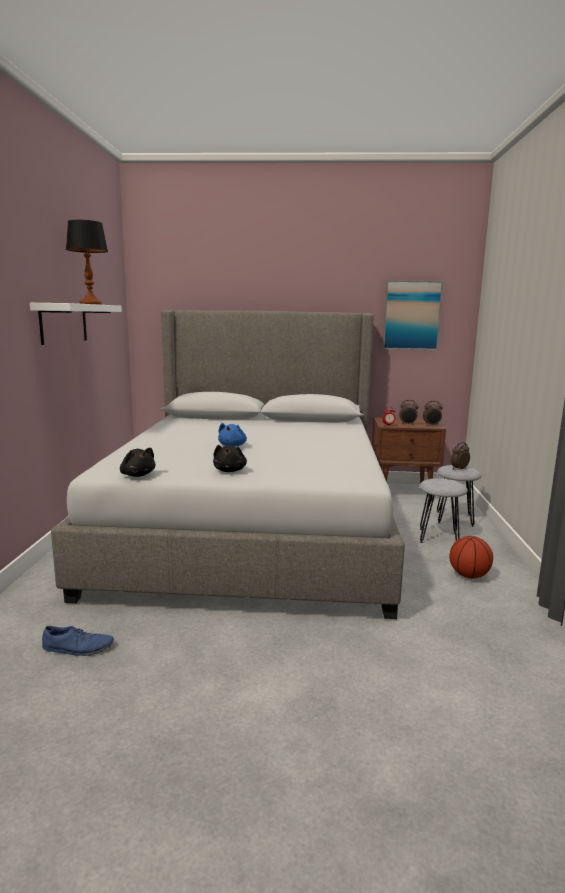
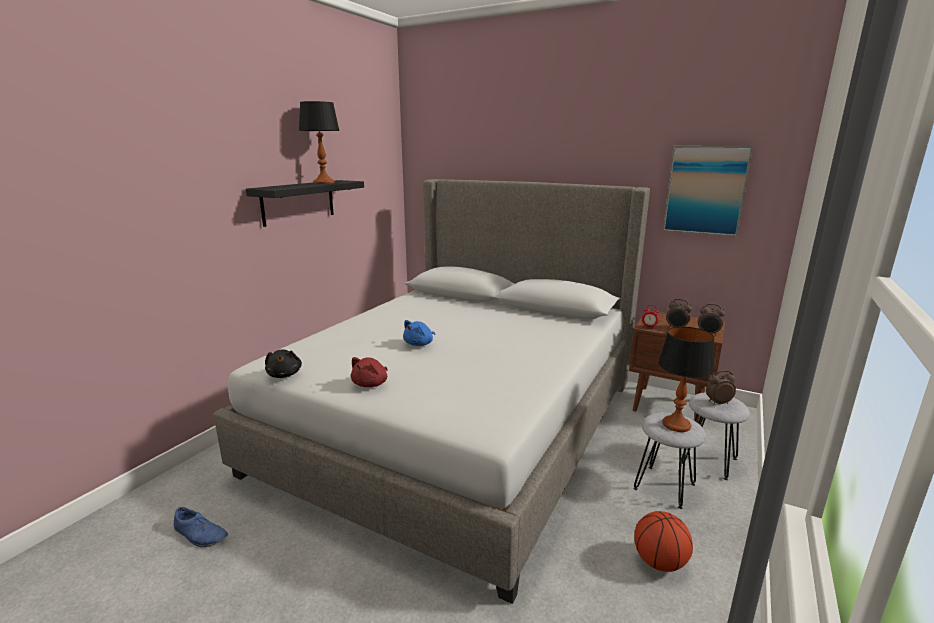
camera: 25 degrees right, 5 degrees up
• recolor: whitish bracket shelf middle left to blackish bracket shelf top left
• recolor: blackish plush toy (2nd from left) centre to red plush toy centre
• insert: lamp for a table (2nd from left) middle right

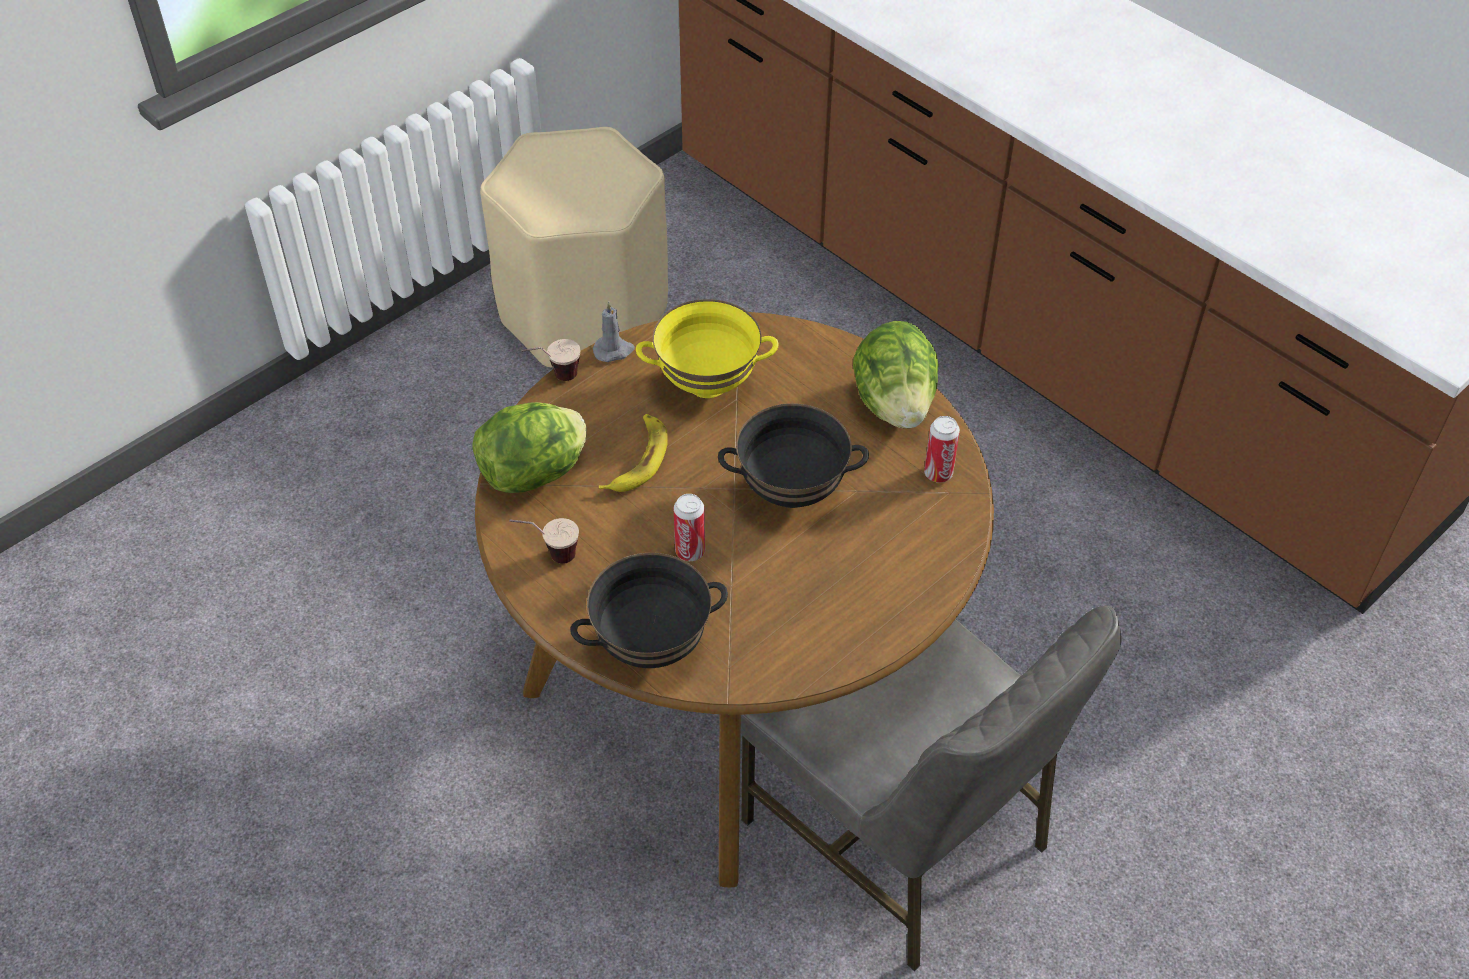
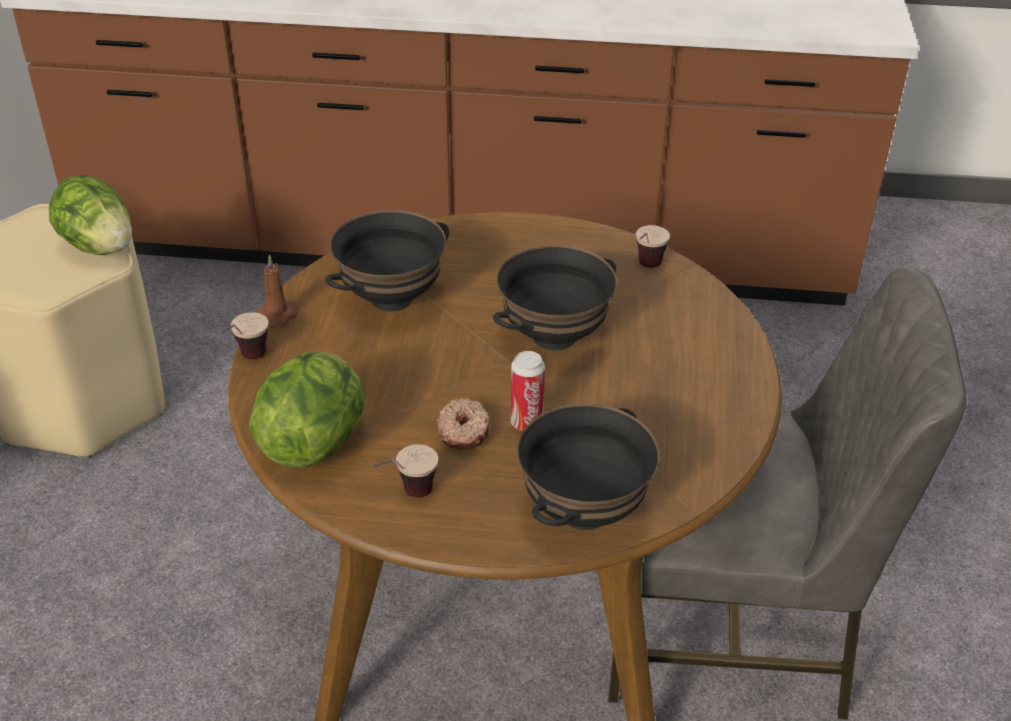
camera: 40 degrees left, 10 degrees down
• move: head of lettuce (2nd from left in the first image) centre to head of lettuce (1st from left) top left
• recolor: grey wax light centre to brown wax light middle left
• recolor: yellow bowl centre to blackish bowl (1st from left) centre
• insert: ring doughnut centre
• replace: can (2nd from left) centre to cup (3rd from left) centre
• delete: whole banana centre

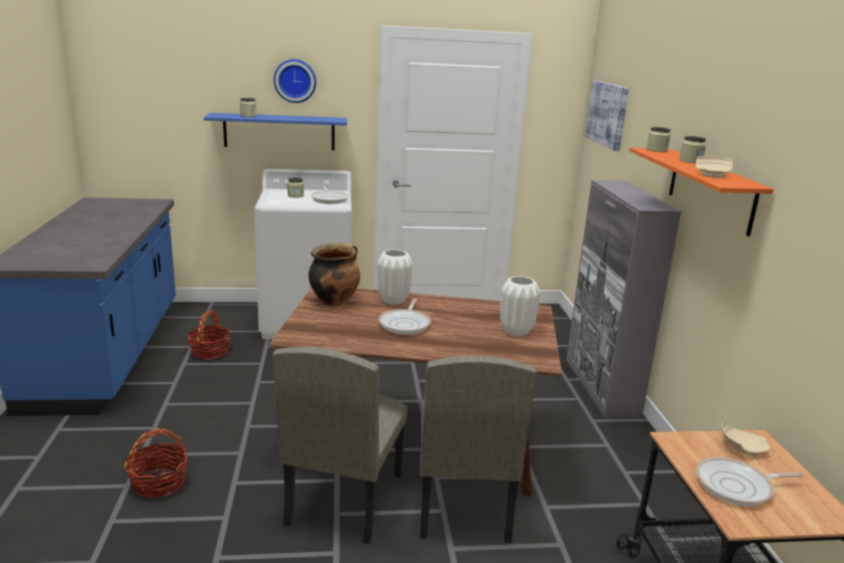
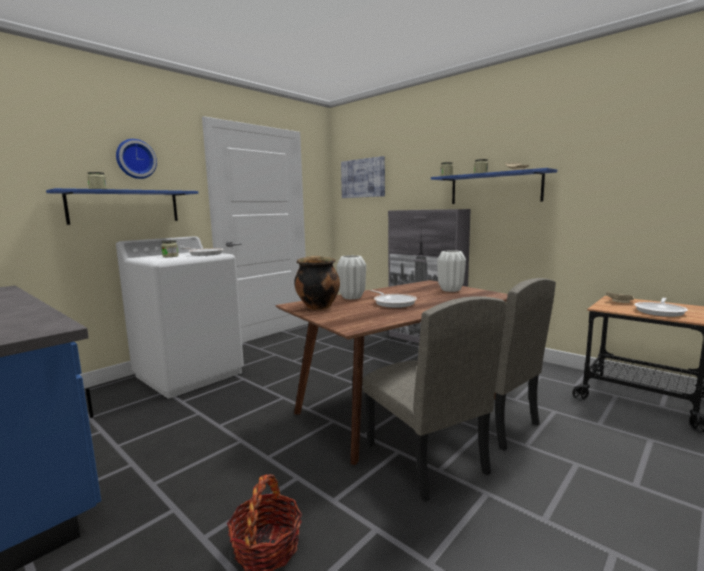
camera: 40 degrees left, 10 degrees down
• recolor: orange bracket shelf middle right to blue bracket shelf (2nd from left) top right
• delete: storage basket (2nd from left) middle left

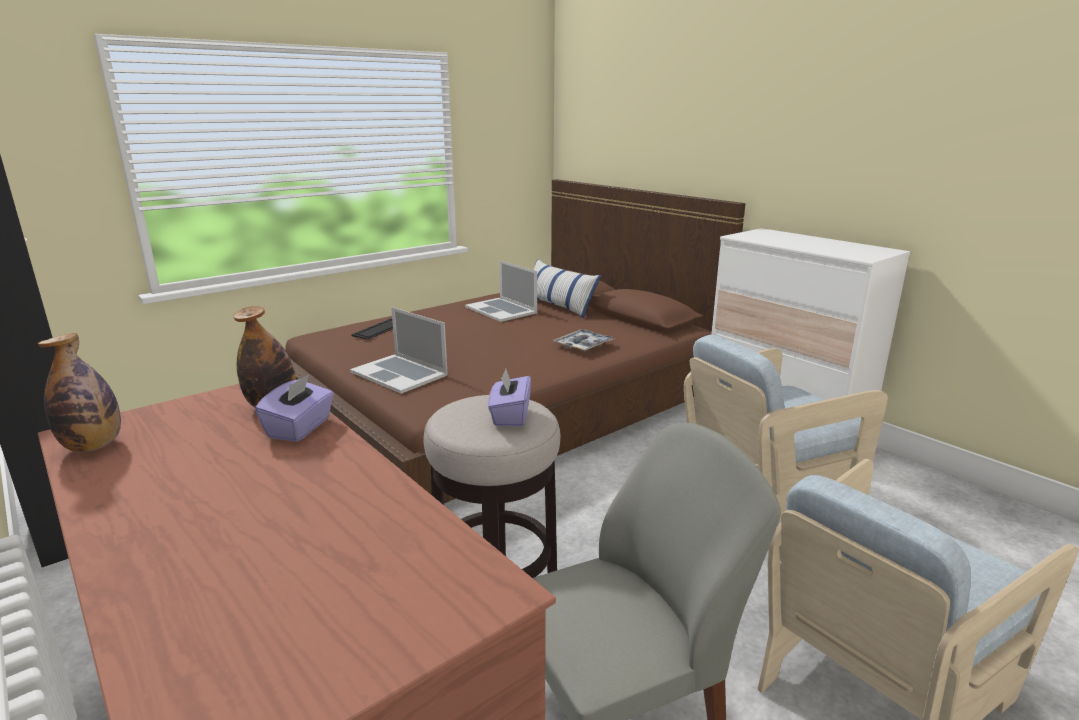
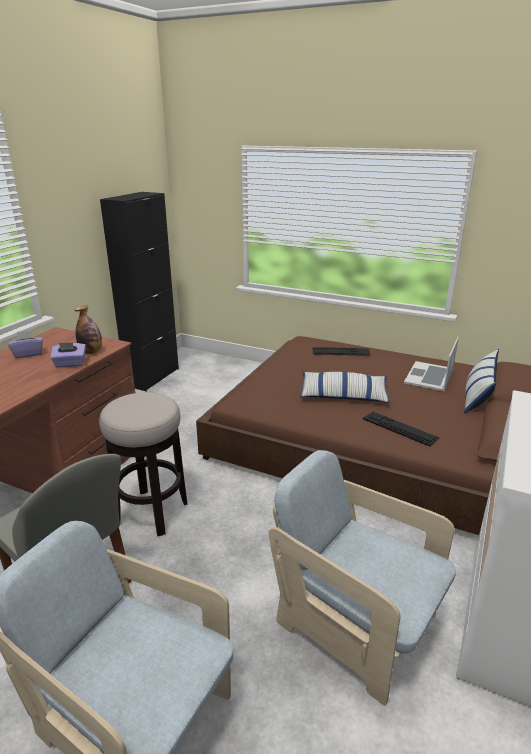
camera: 65 degrees right, 5 degrees up
• move: purple-coloured tissue box (2nd from left in the first image) centre to purple-coloured tissue box (1st from left) middle left
• insert: throw pillow (1st from left) centre
• replace: carrying tray centre to computer keyboard (2nd from left) middle right
• delete: beverage bottle (1st from left) middle left
• delete: notebook computer (1st from left) centre

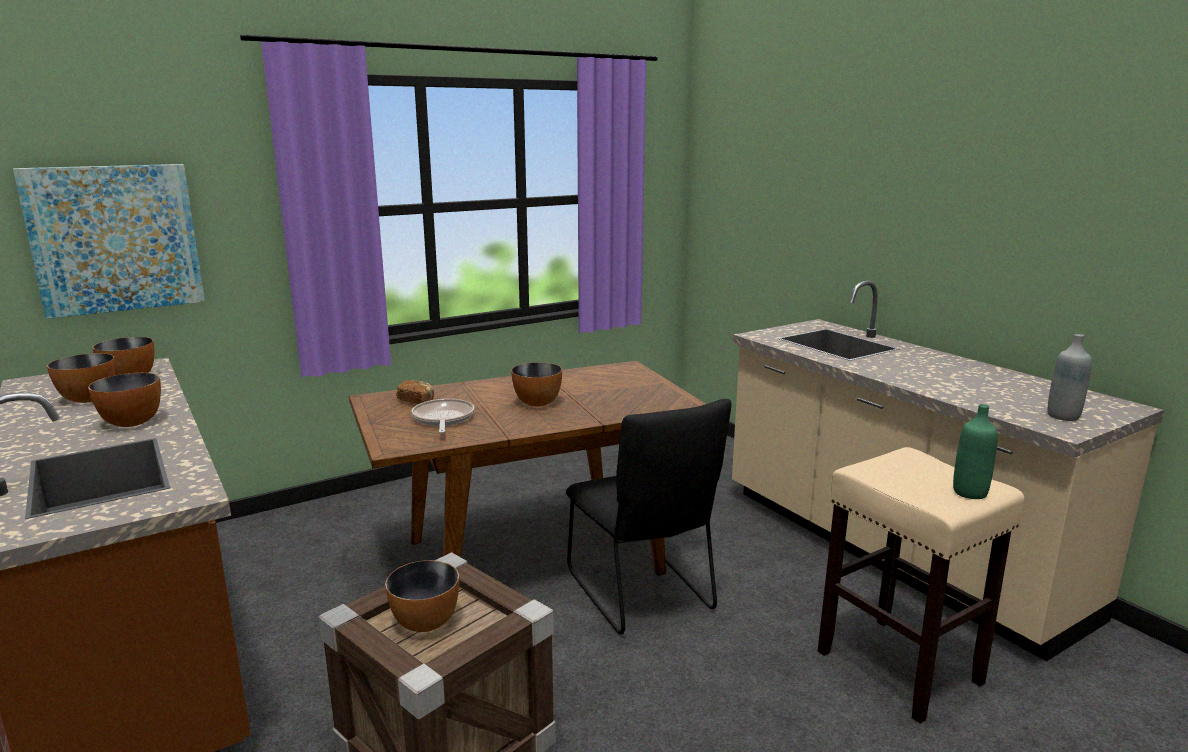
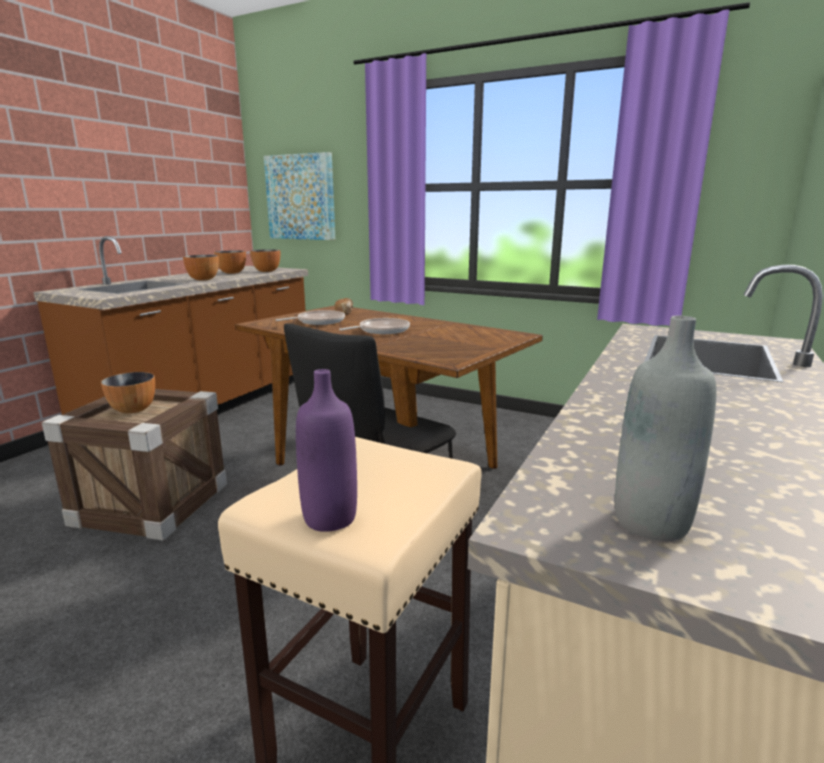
camera: 60 degrees right, 0 degrees up
• recolor: greenish beverage bottle middle right to purple-coloured beverage bottle centre
• replace: bowl (5th from left) centre to pan (2nd from left) centre

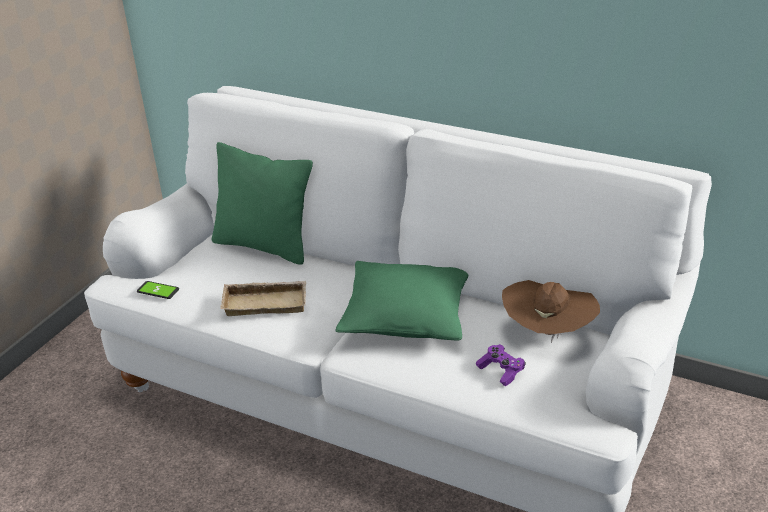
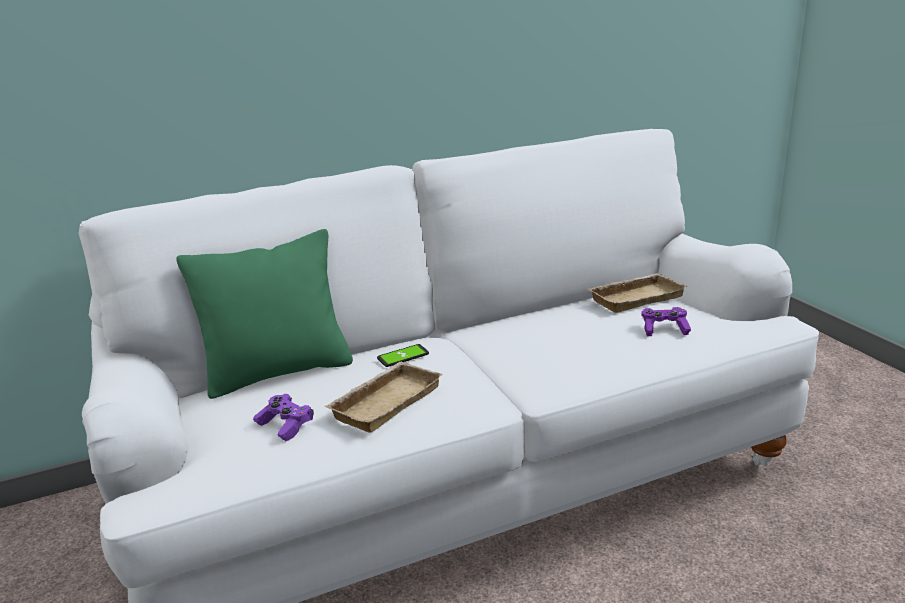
camera: 50 degrees left, 10 degrees down
• insert: purple-coloured gamepad (1st from left) bottom left
• move: handset middle left to centre
• replace: brown hat middle right to beige-coloured carrying tray (2nd from left) middle right
• delete: greenish throw pillow (2nd from left) centre

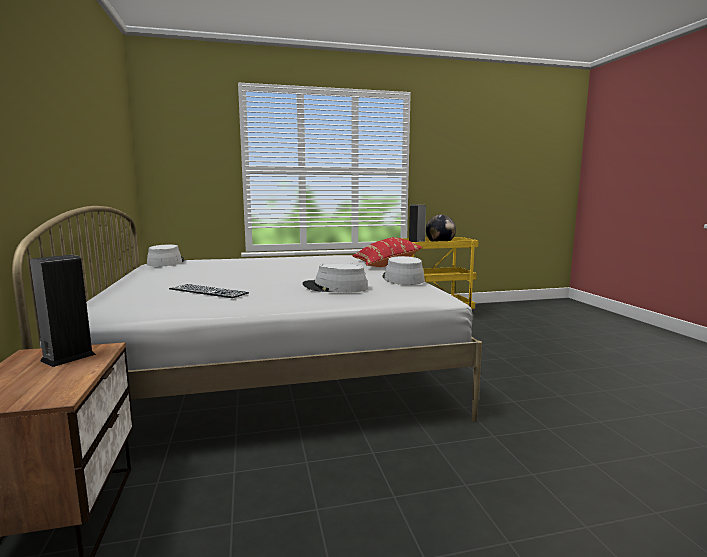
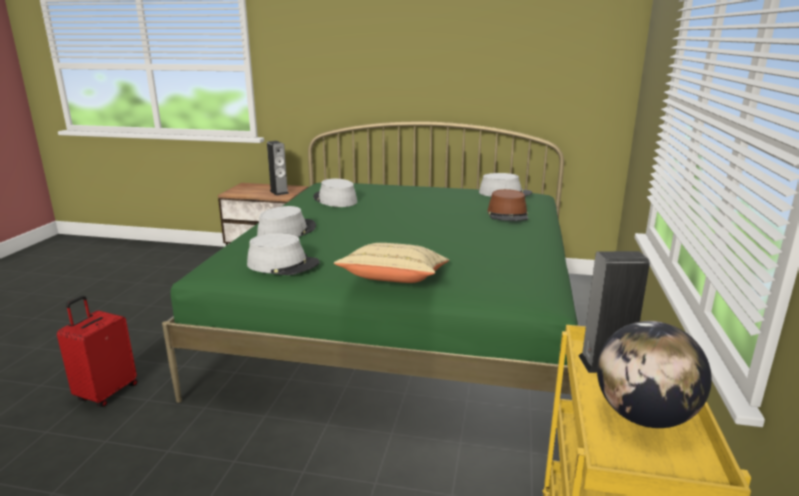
camera: 115 degrees right, 10 degrees up
• insert: red suitcase bottom left
• recolor: whitish bed centre to greenish bed centre
• replace: computer keyboard middle left to grey hat (3rd from left) centre
• recolor: red throw pillow centre to beige-coloured throw pillow centre
• insert: brown hat centre

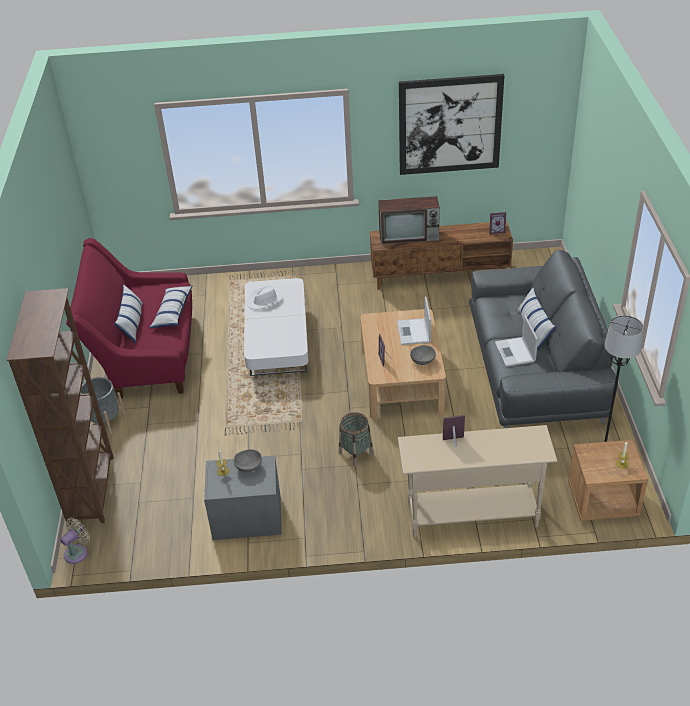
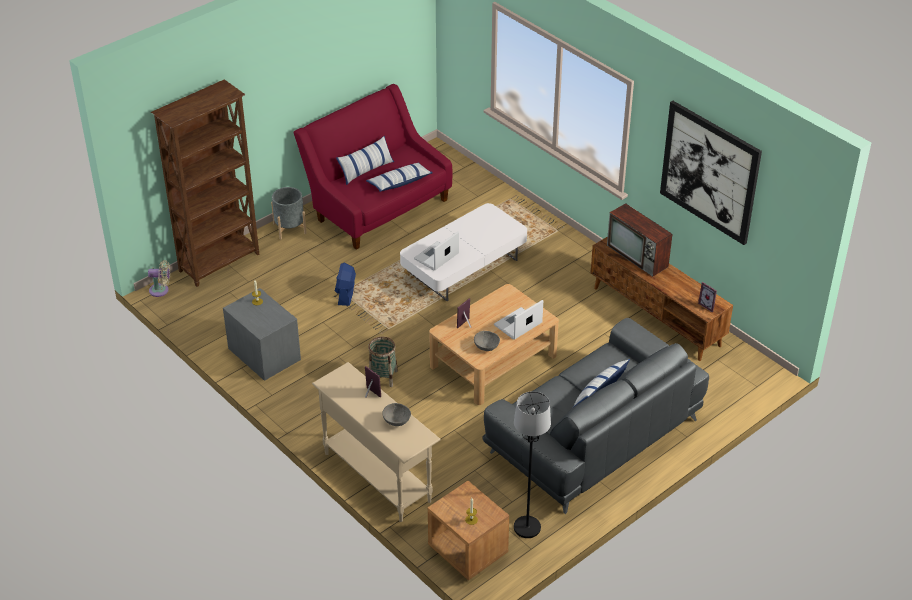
camera: 50 degrees right, 0 degrees up
• insert: blue fan centre
• move: grey bowl (1st from left) centre to bottom centre
• move: notebook computer (2nd from left in the first image) middle right to notebook computer (1st from left) centre
• delete: whitish hat centre

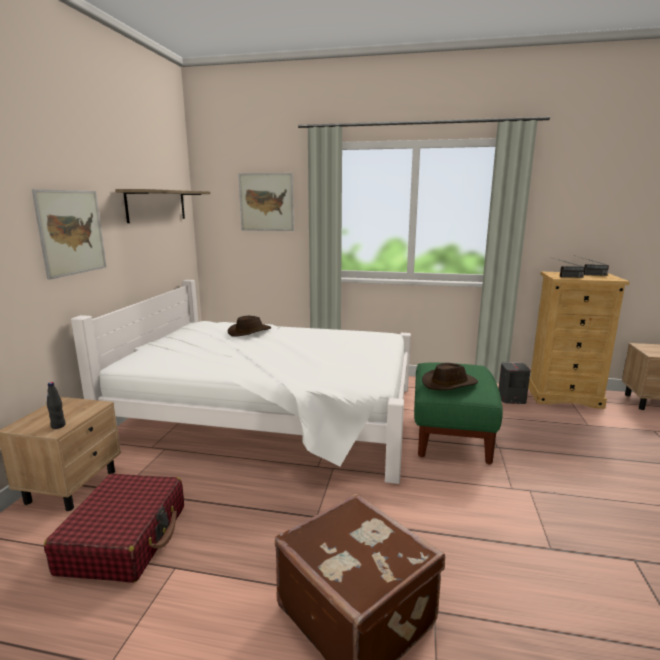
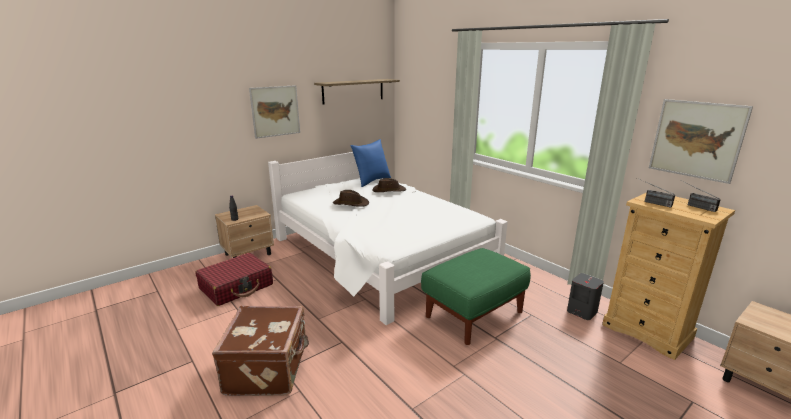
camera: 40 degrees right, 5 degrees up
• move: brown hat (2nd from left in the first image) middle right to brown hat (1st from left) centre
• insert: blue throw pillow centre
• move: wall picture (2nd from left) top centre to middle right

